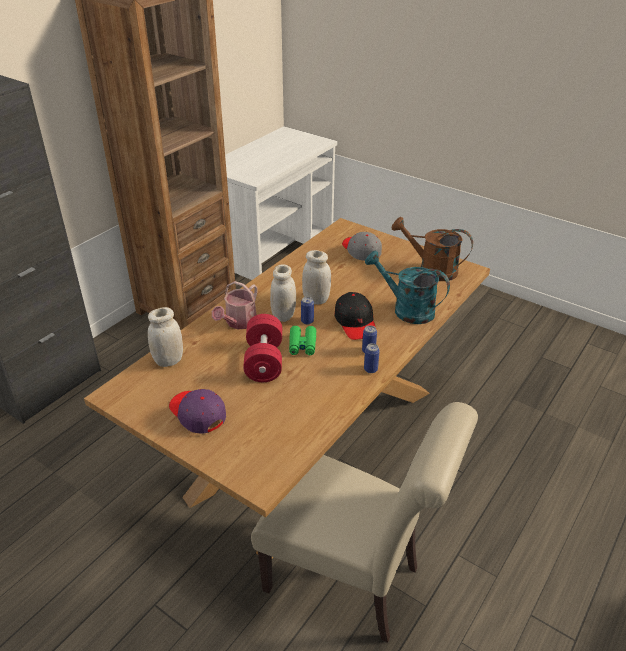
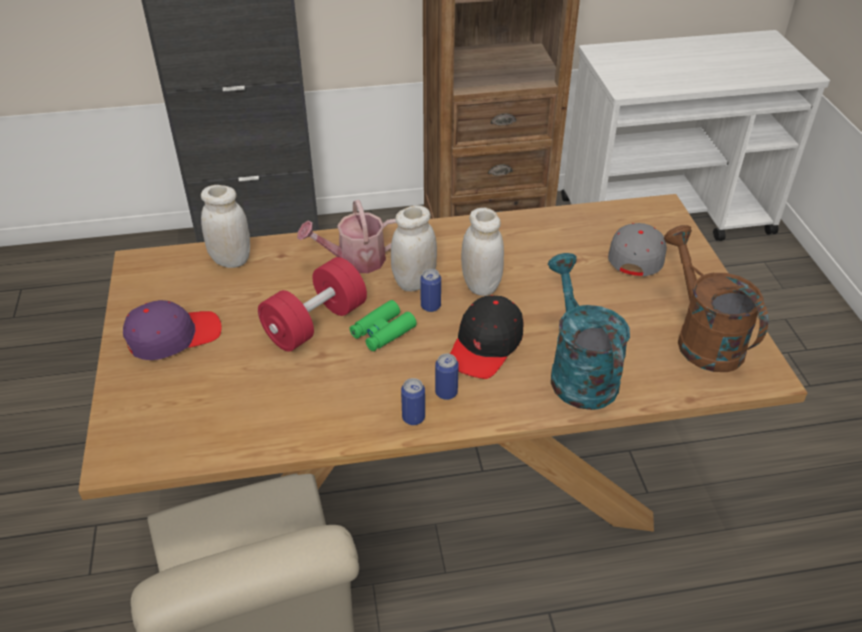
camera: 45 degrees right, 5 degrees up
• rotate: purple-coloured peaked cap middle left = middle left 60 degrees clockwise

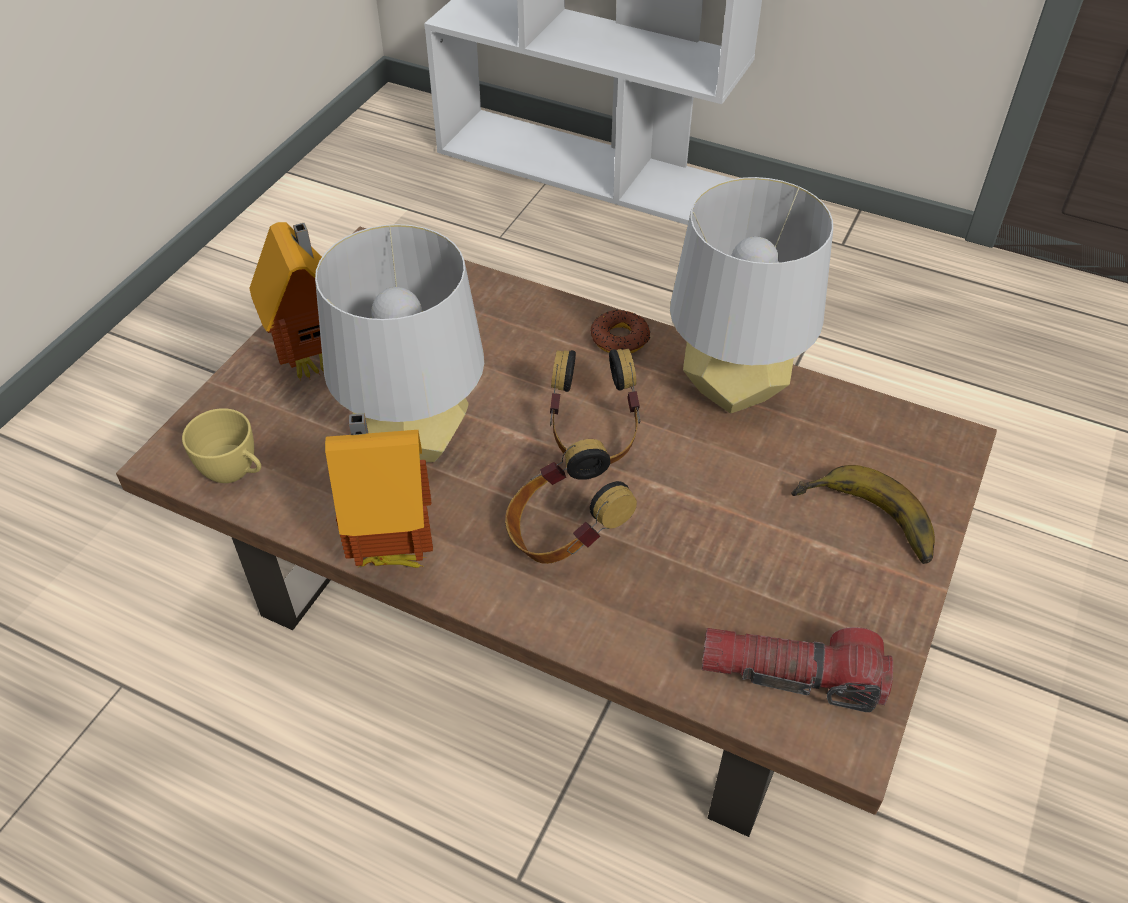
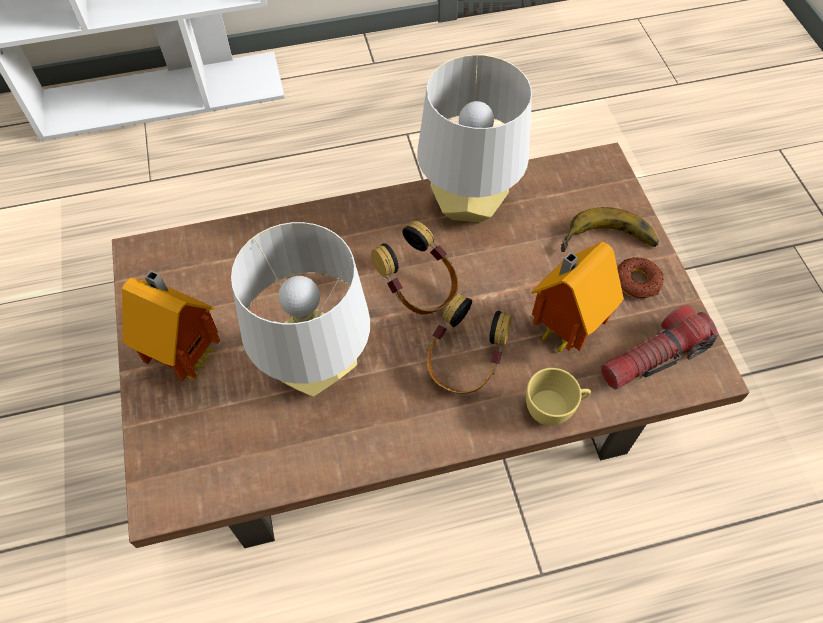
camera: 40 degrees left, 10 degrees up
• move: yellow cup middle left to middle right
• move: miniature house (2nd from left) centre to middle right
• move: ring doughnut centre to middle right

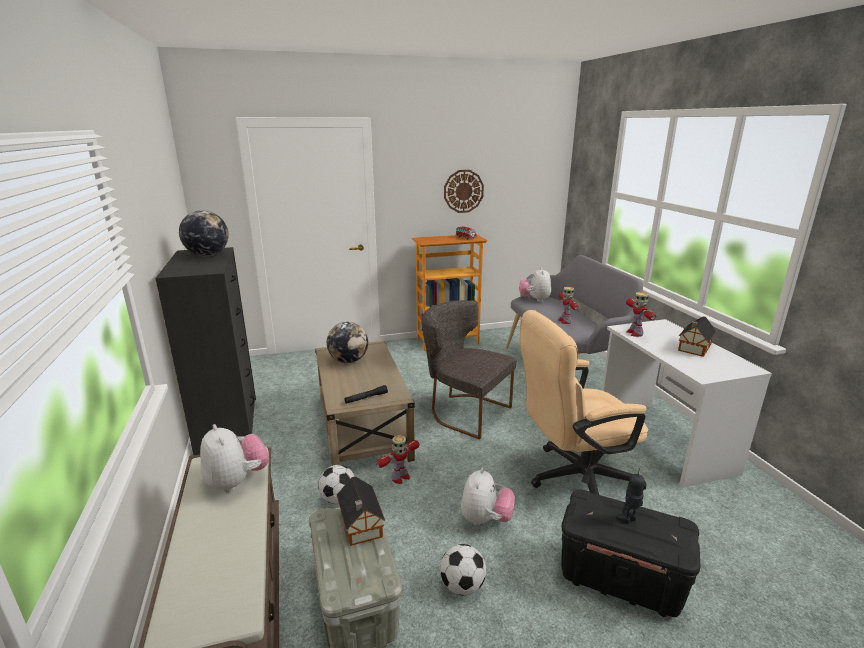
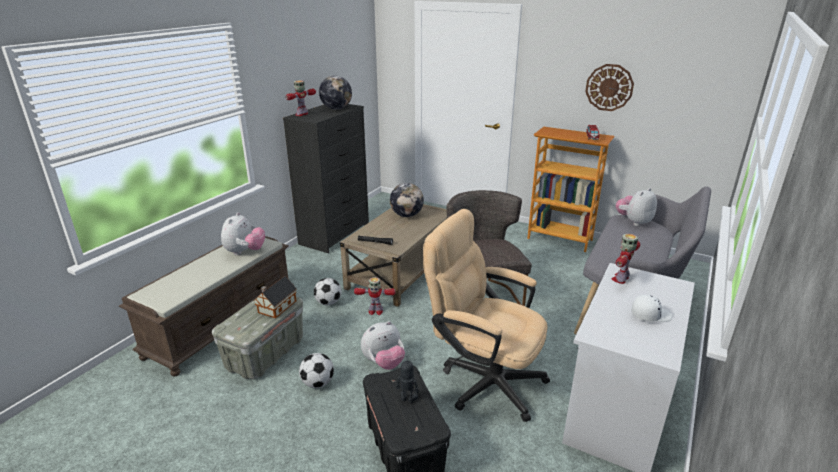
camera: 45 degrees right, 5 degrees up
• move: model robot (2nd from left in the first image) centre to model robot (1st from left) top centre
• replace: miniature house (2nd from left) middle right to whitish peaked cap middle right

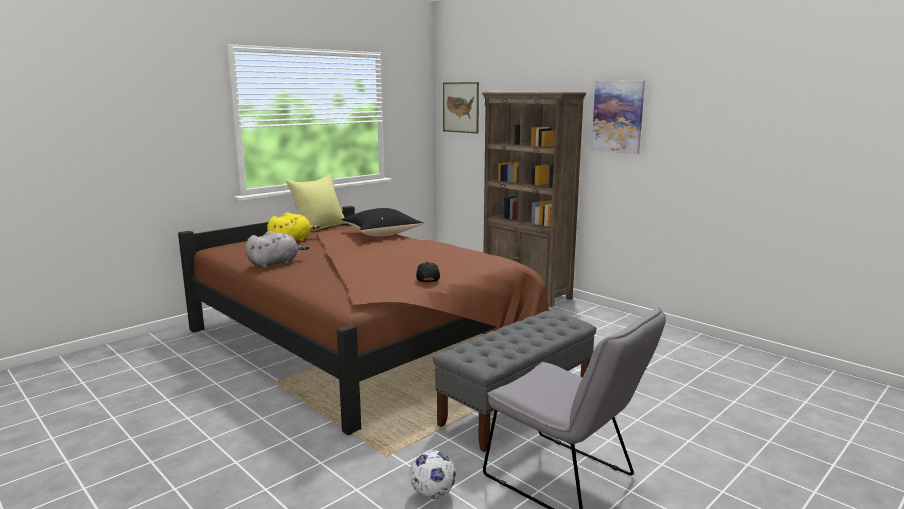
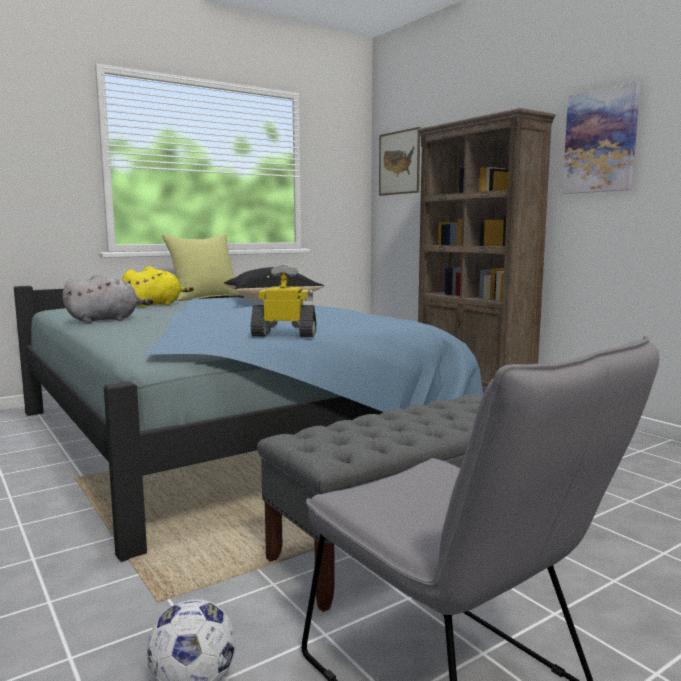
camera: 10 degrees right, 5 degrees down
• recolor: brown bed centre to blue bed centre
• replace: blackish peaked cap centre to model robot centre

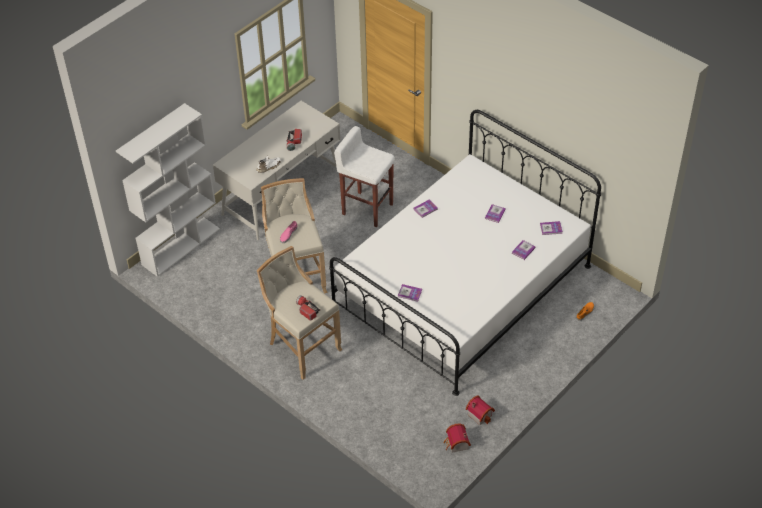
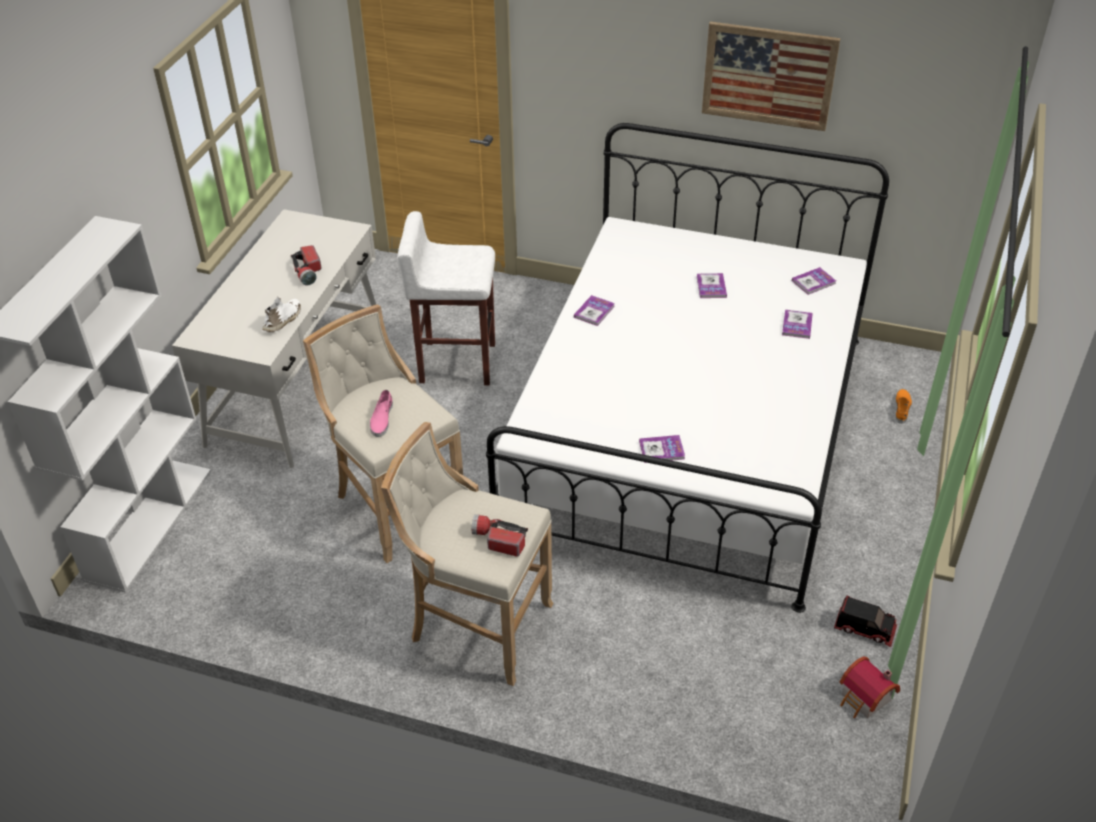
camera: 25 degrees left, 5 degrees down
• insert: wall picture top right
• replace: miniature house (2nd from left) bottom centre to model truck bottom right

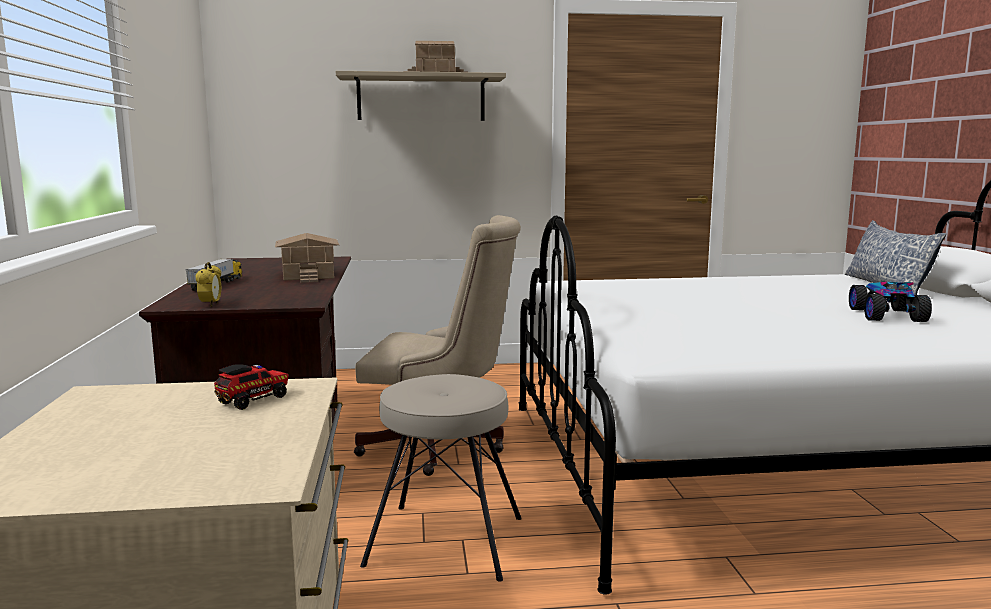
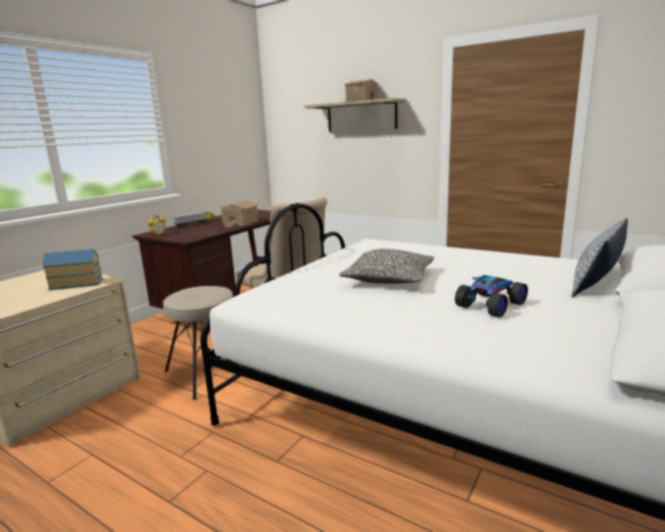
camera: 40 degrees right, 5 degrees up
• replace: model truck (2nd from left) middle left to miniature house (1st from left) middle left
• insert: throw pillow (1st from left) centre

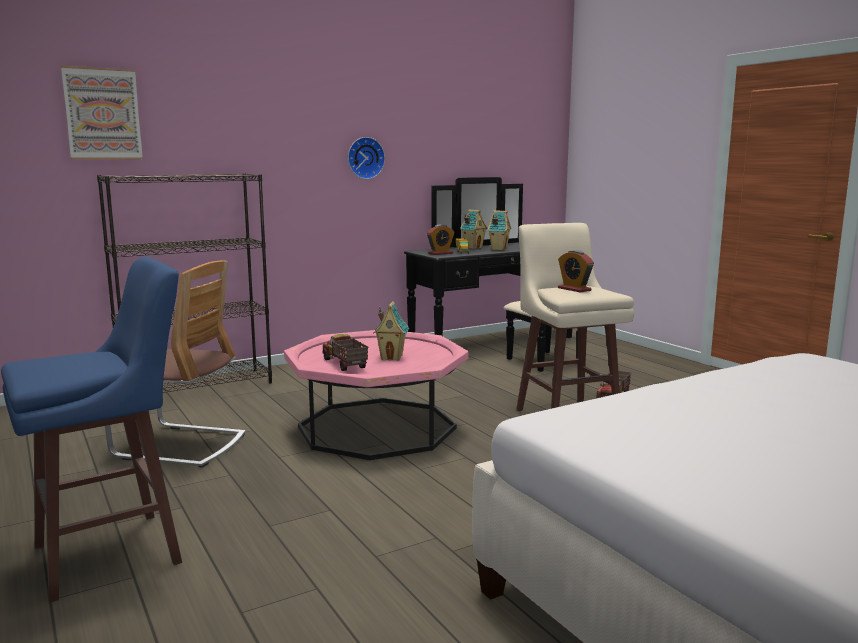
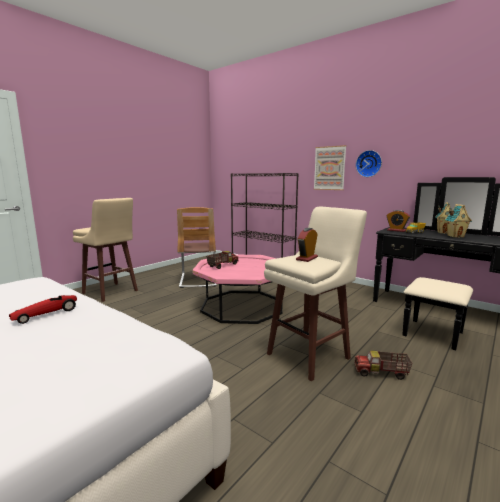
camera: 70 degrees right, 0 degrees up
• insert: toy car middle left
• recolor: blue stool seat bottom left to beige-coloured stool seat (1st from left) middle left
• move: wall picture top left to top centre
• delete: miniature house (1st from left) centre

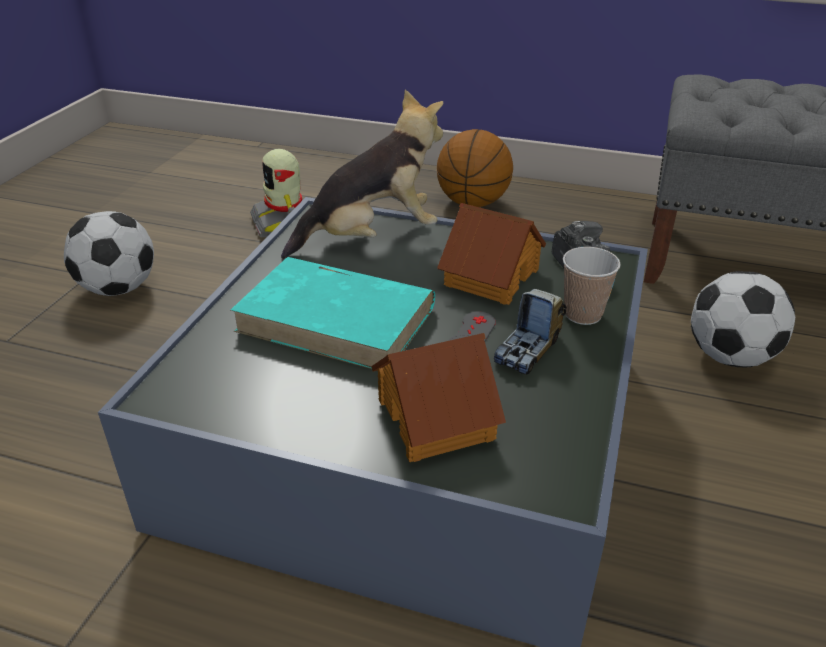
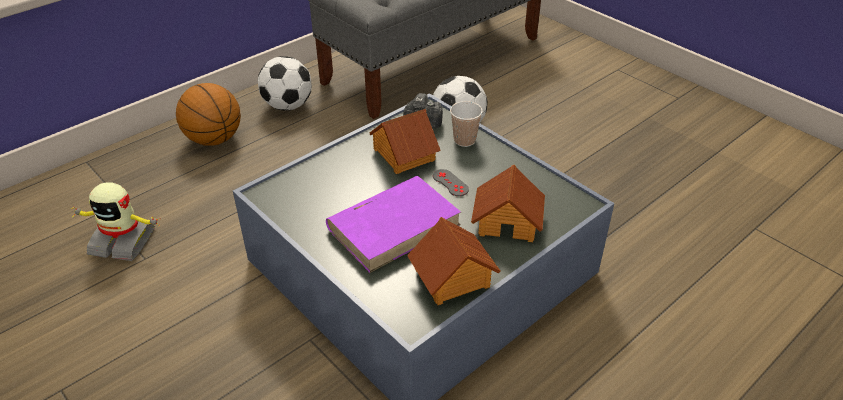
camera: 60 degrees left, 5 degrees up
• move: football (1st from left) middle left to top centre
• recolor: turquoise volume centre to purple-coloured volume centre
• insert: miniature house (2nd from left) centre
• delete: plush toy top centre
• delete: model truck centre

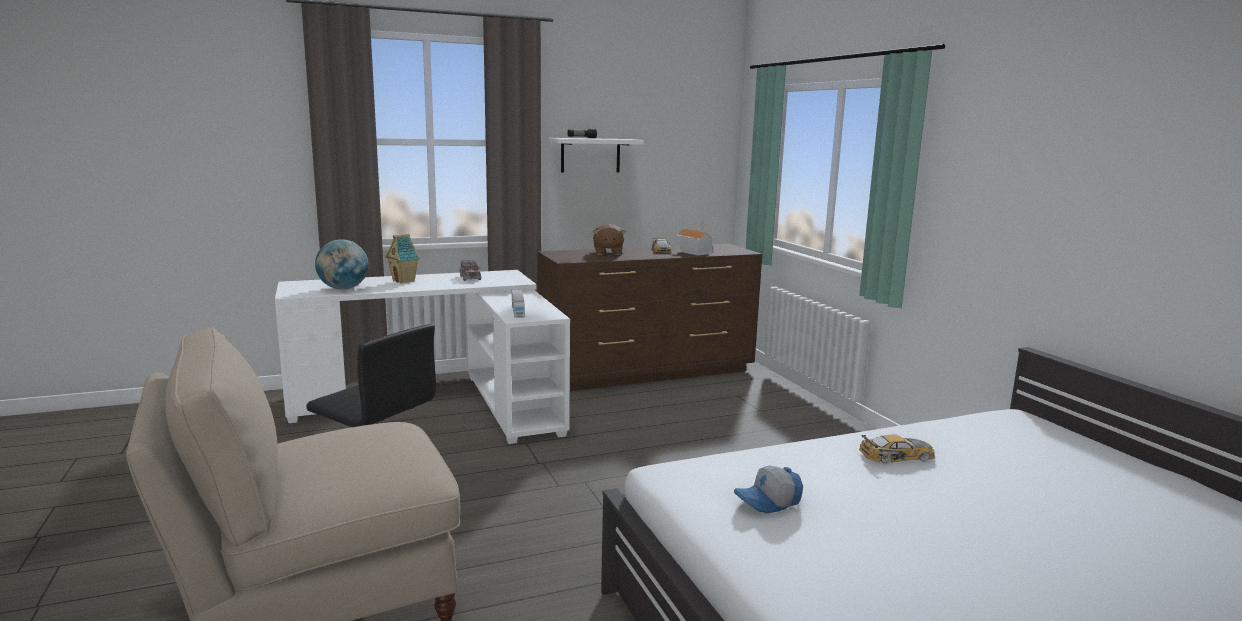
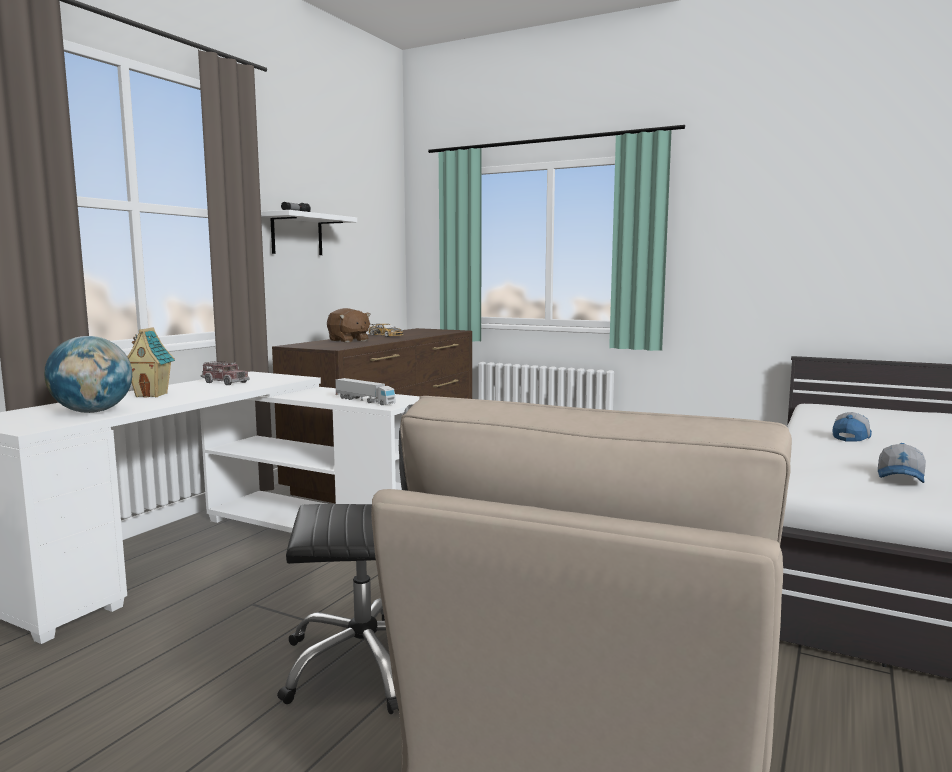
camera: 40 degrees left, 5 degrees down
• replace: toy car (2nd from left) bottom right to peaked cap (1st from left) middle right
• delete: miniature house (2nd from left) centre

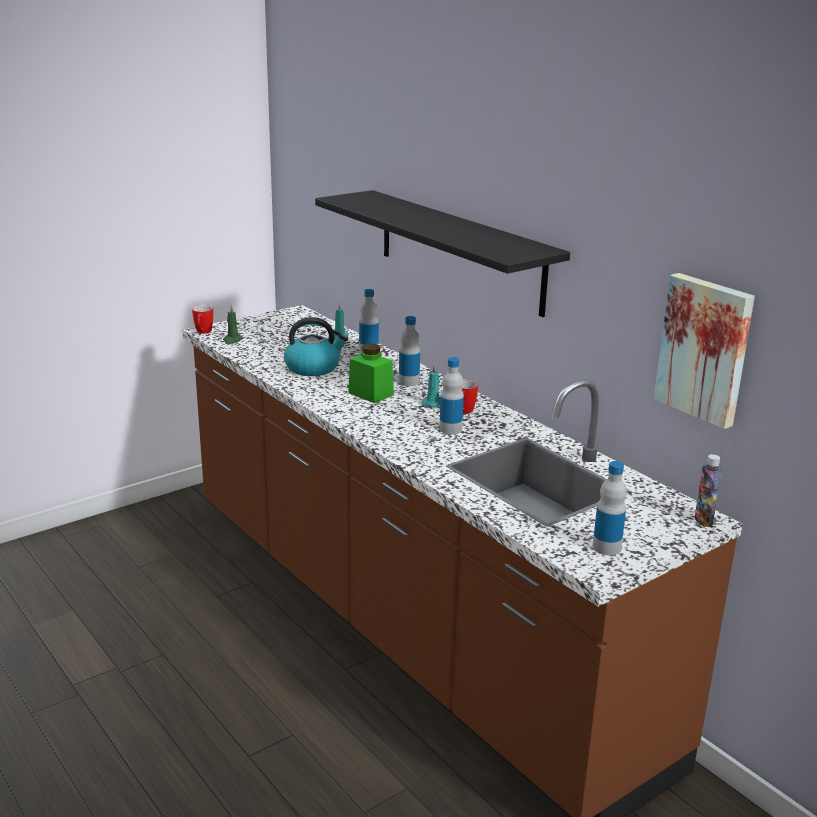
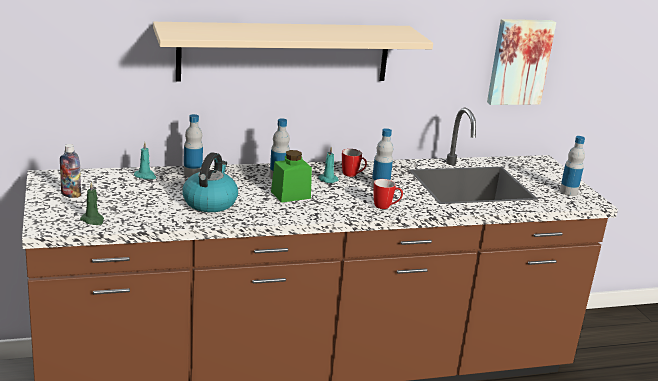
camera: 70 degrees left, 0 degrees up
• move: beverage bottle (5th from left in the first image) middle right to beverage bottle (1st from left) middle left
• recolor: blackish bracket shelf top centre to beige-coloured bracket shelf top centre
• move: tea mug (1st from left in the first image) middle left to tea mug (2nd from left) centre

